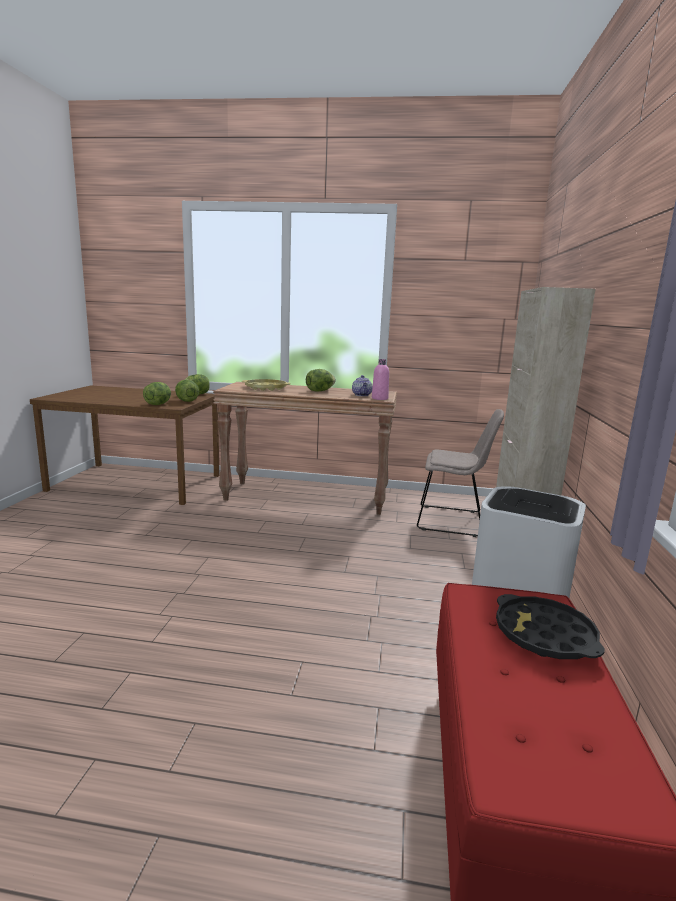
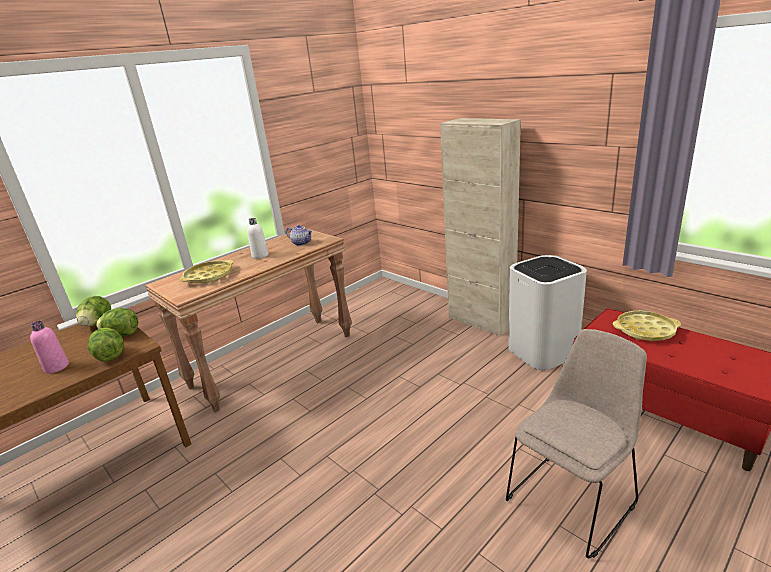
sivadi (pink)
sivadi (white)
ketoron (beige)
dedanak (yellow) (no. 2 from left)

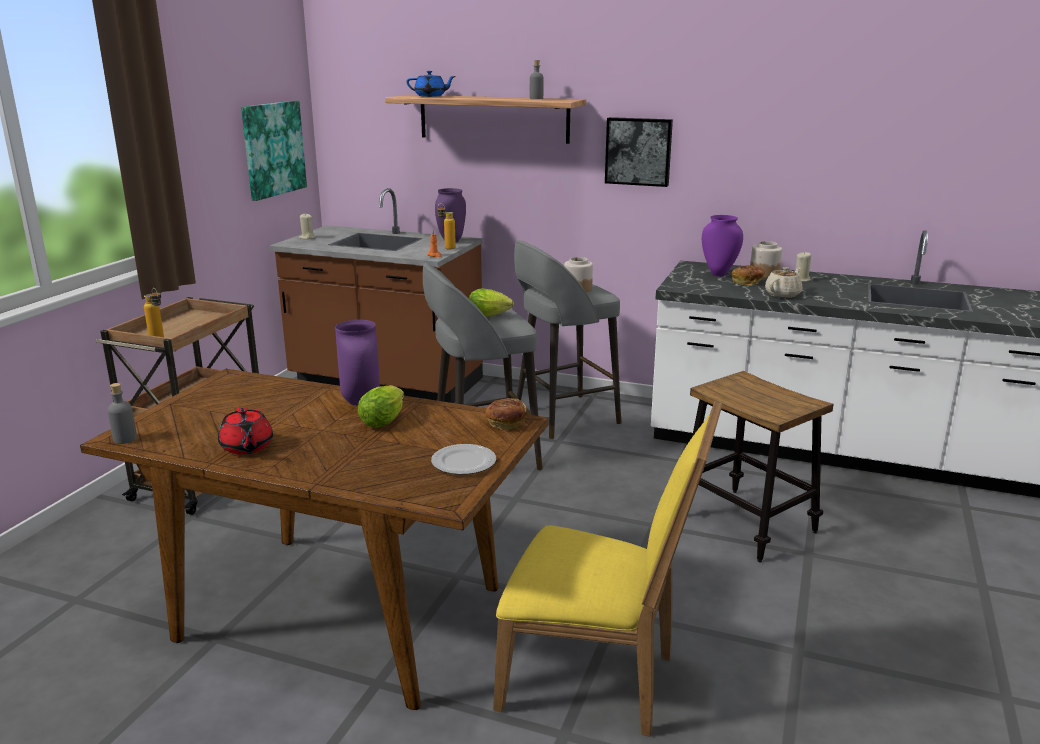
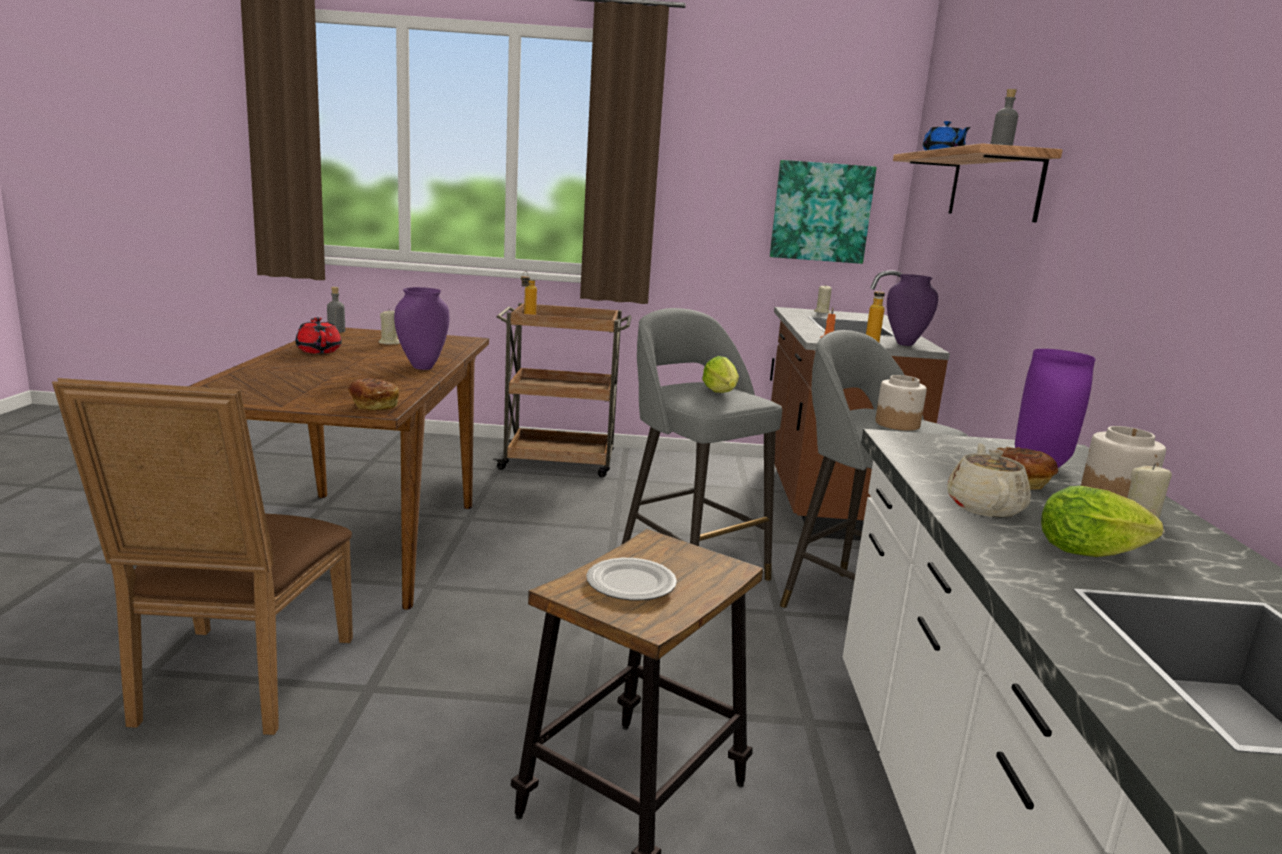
ketoron (brown)
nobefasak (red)
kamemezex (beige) (no. 1 from left)
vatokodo
nobefasak (beige)
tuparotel (no. 2 from left)
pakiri (no. 2 from left in the first image)

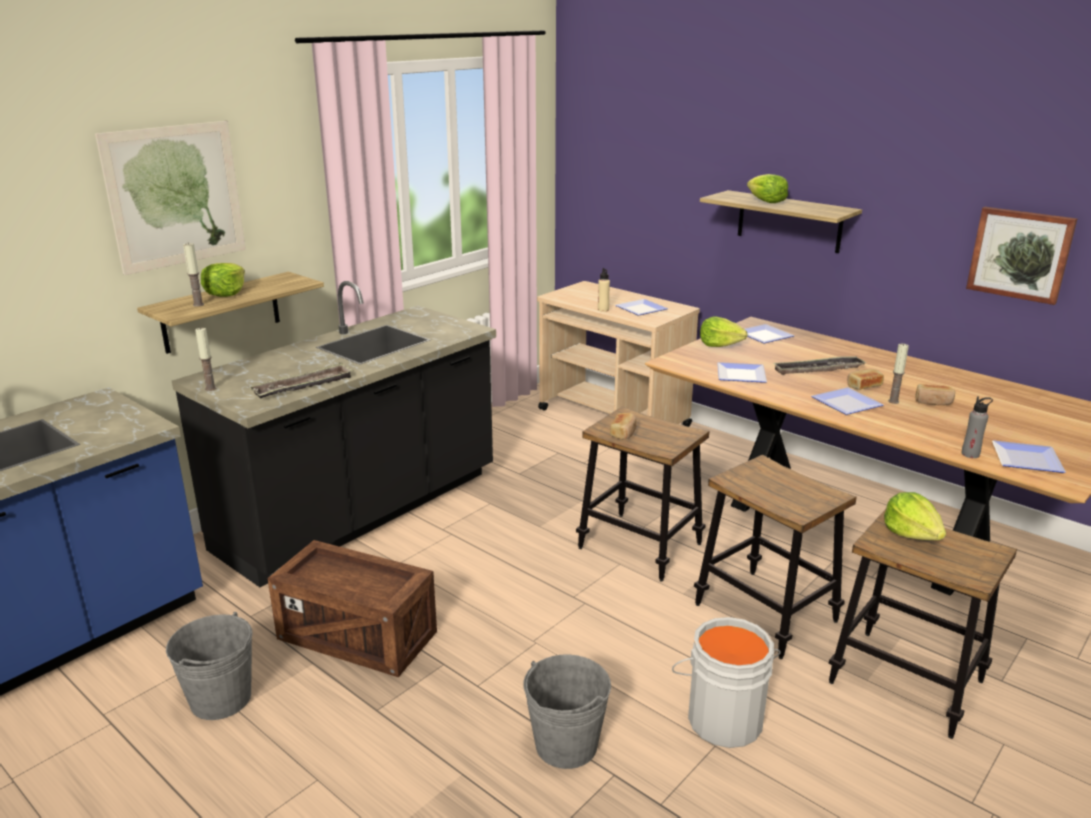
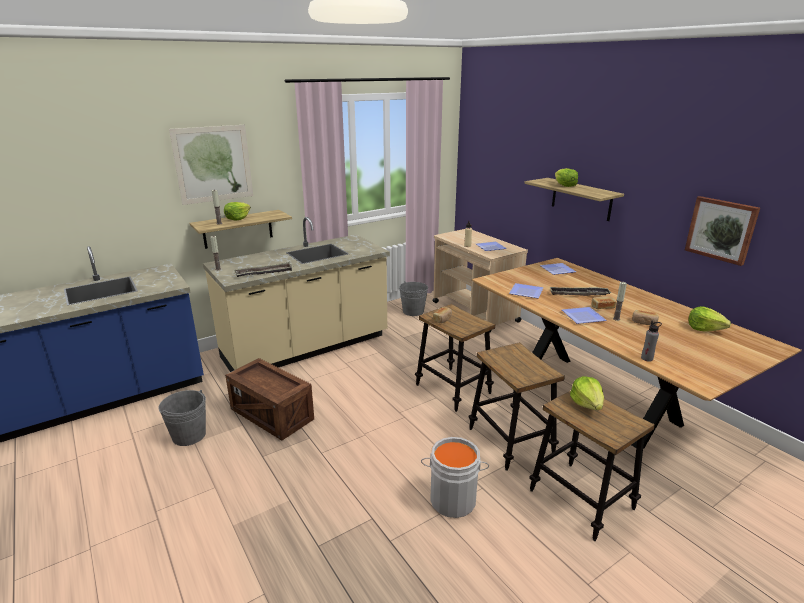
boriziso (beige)
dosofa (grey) (no. 2 from left)
tuparotel (no. 4 from left)
vatokodo (no. 5 from left in the first image)

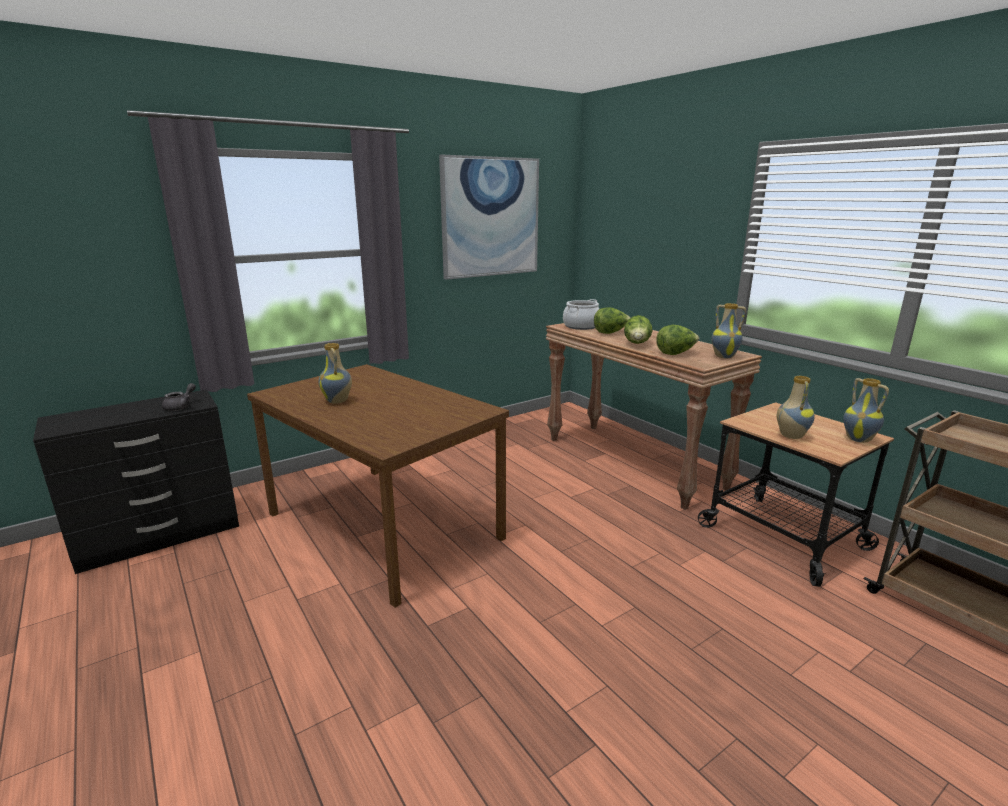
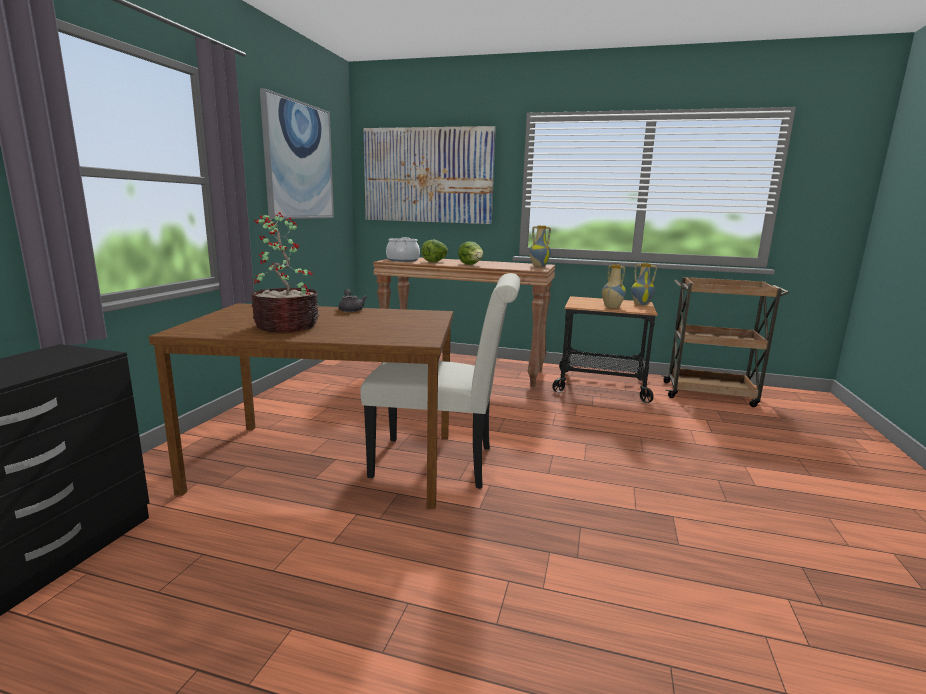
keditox
nobefasak (grey)
ketoron (white)
pakiri (no. 2 from left)
tuparotel (no. 3 from left in the first image)

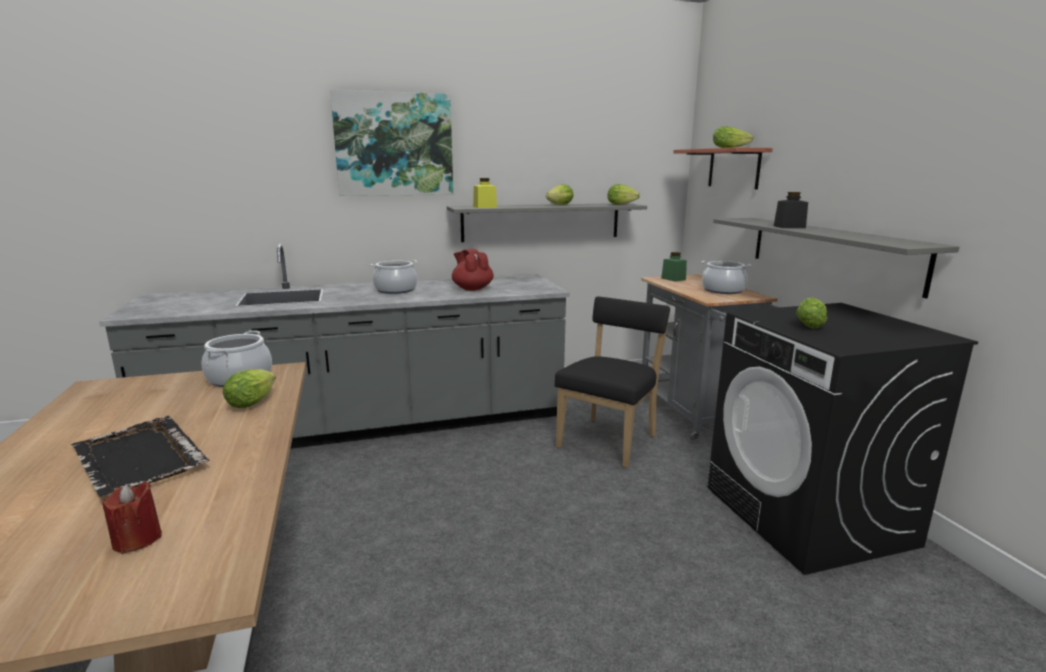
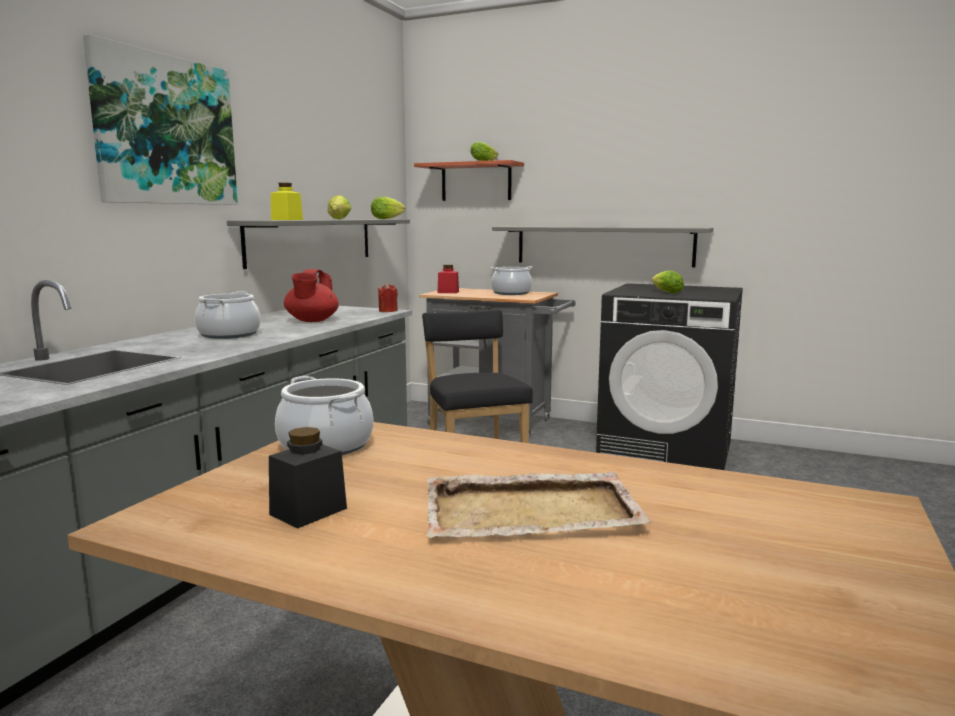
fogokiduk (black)
nobefasak (red)
kamemezex (red)
dedanak (beige)
fogokiduk (red)
tuparotel (no. 1 from left in the first image)

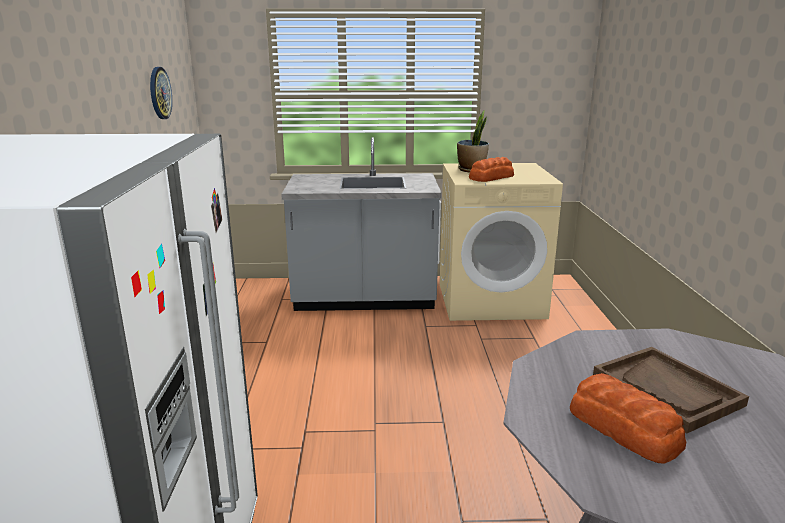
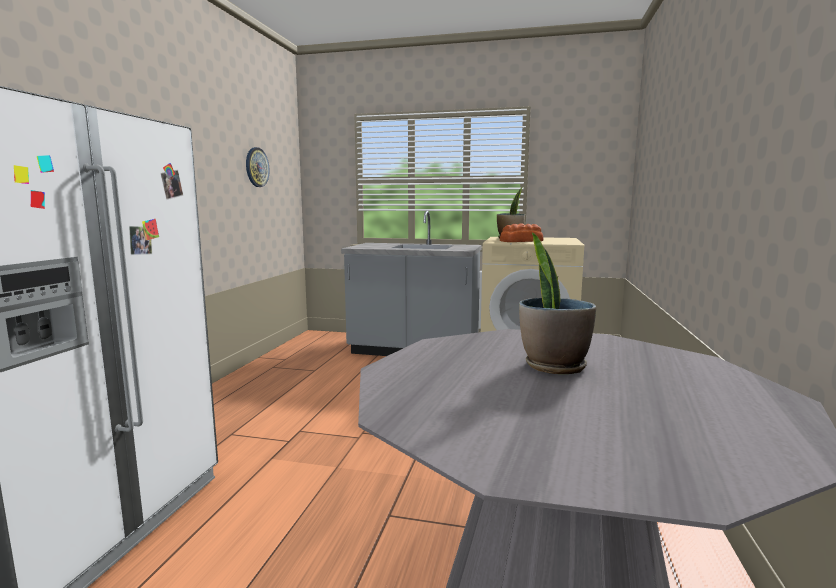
keditox (no. 2 from left)
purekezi (no. 2 from left in the first image)

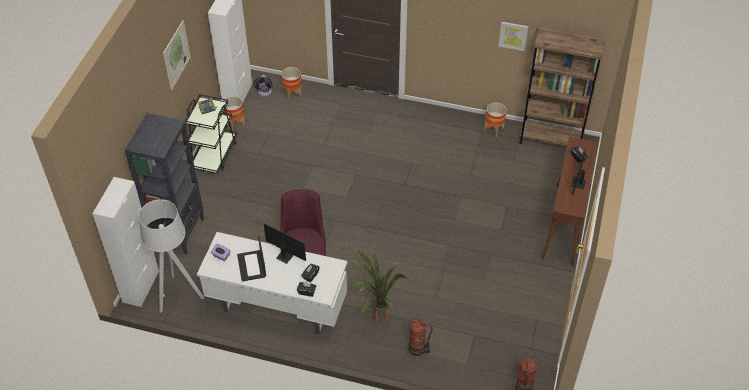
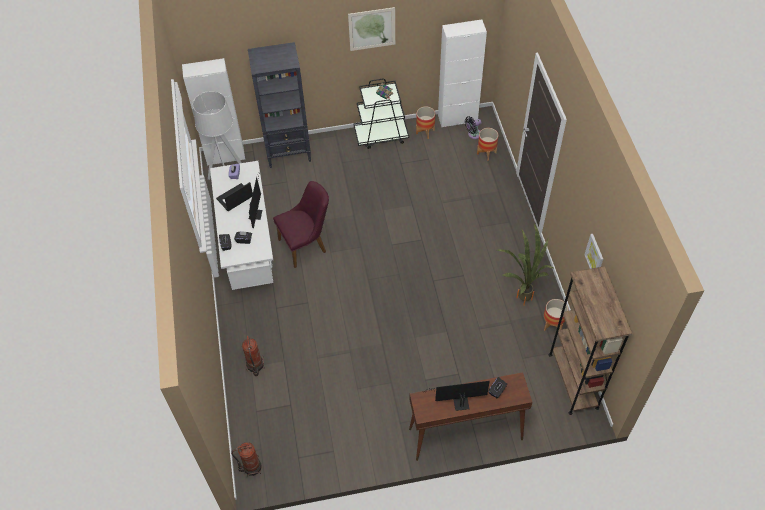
keditox

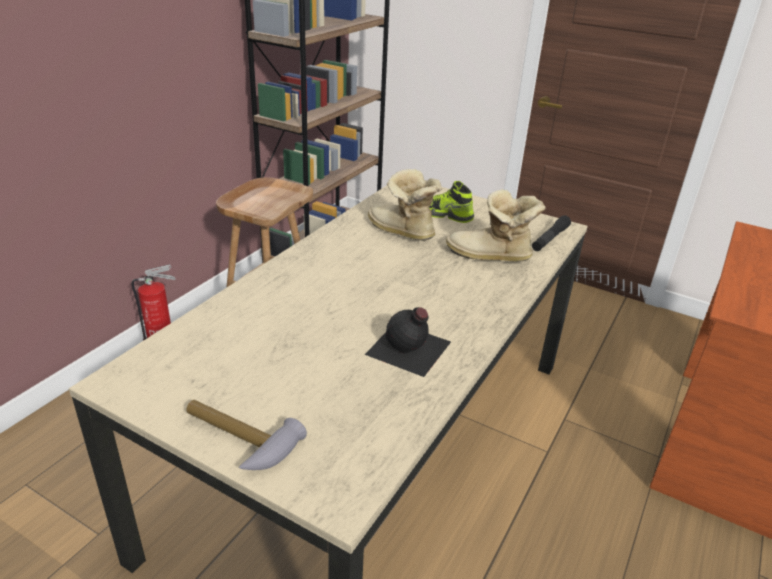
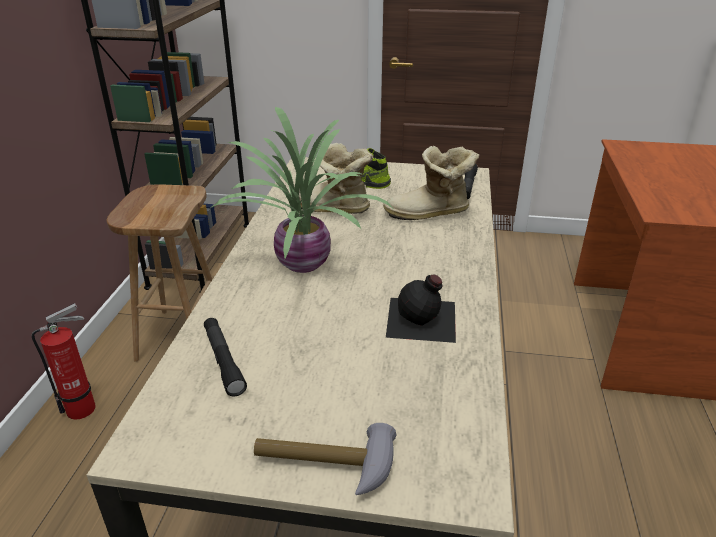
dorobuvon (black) (no. 1 from left)
keditox

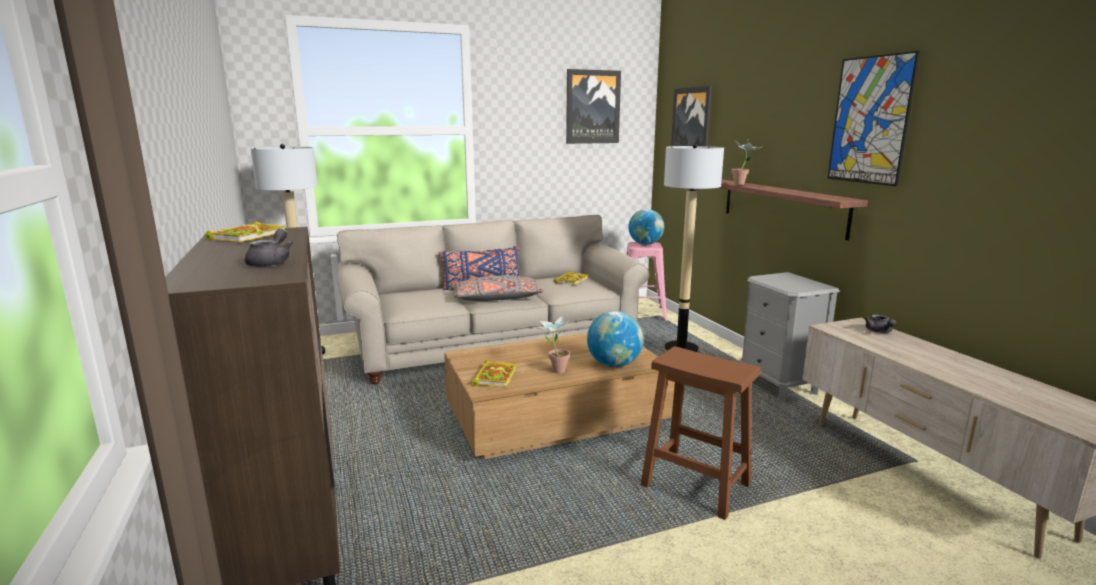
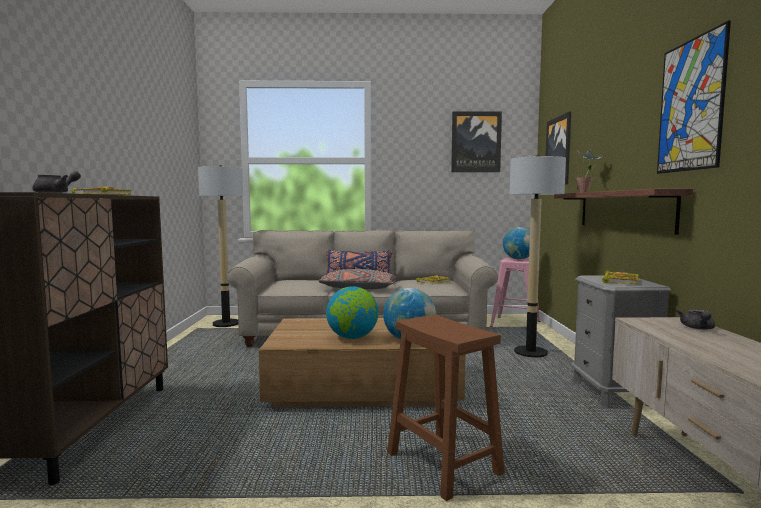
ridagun (no. 1 from left)
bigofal (no. 3 from left)

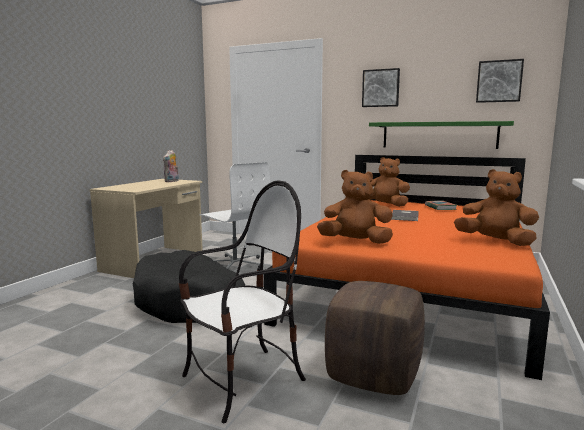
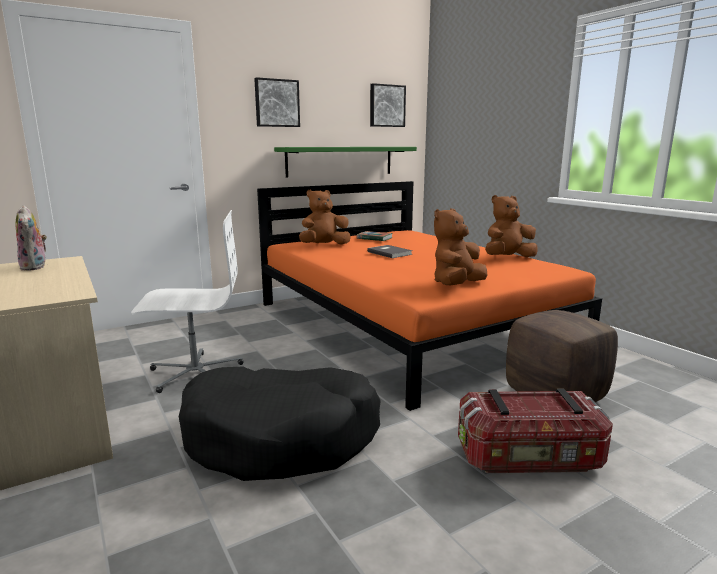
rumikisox

